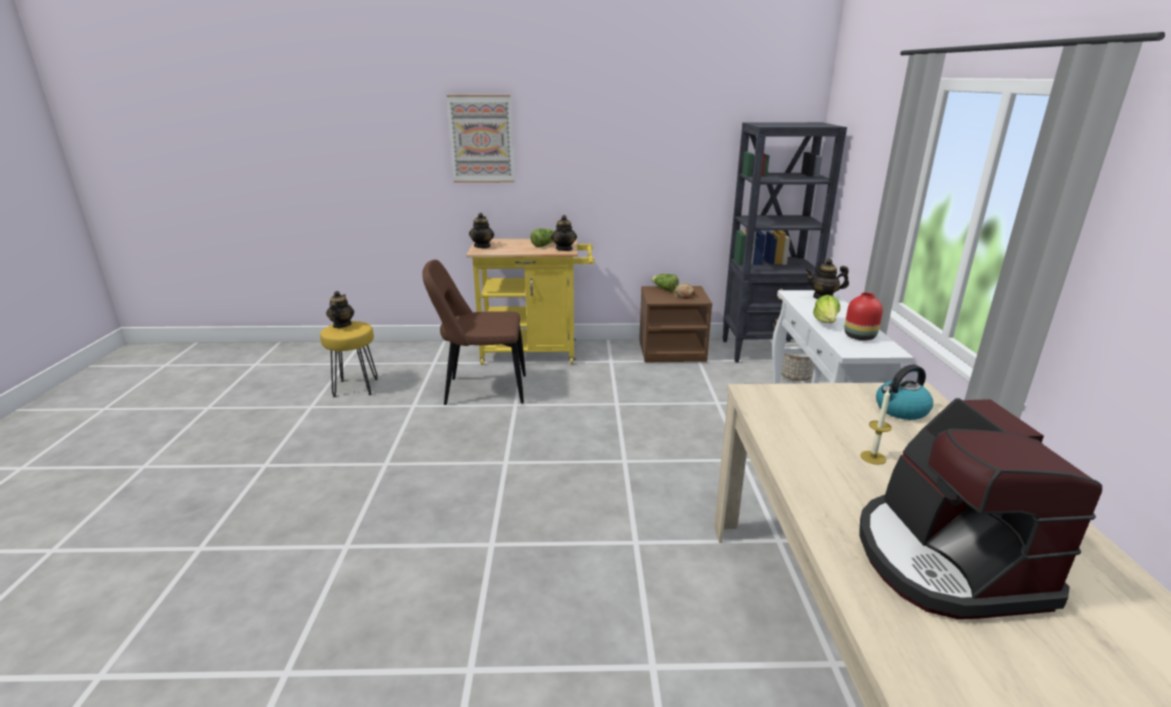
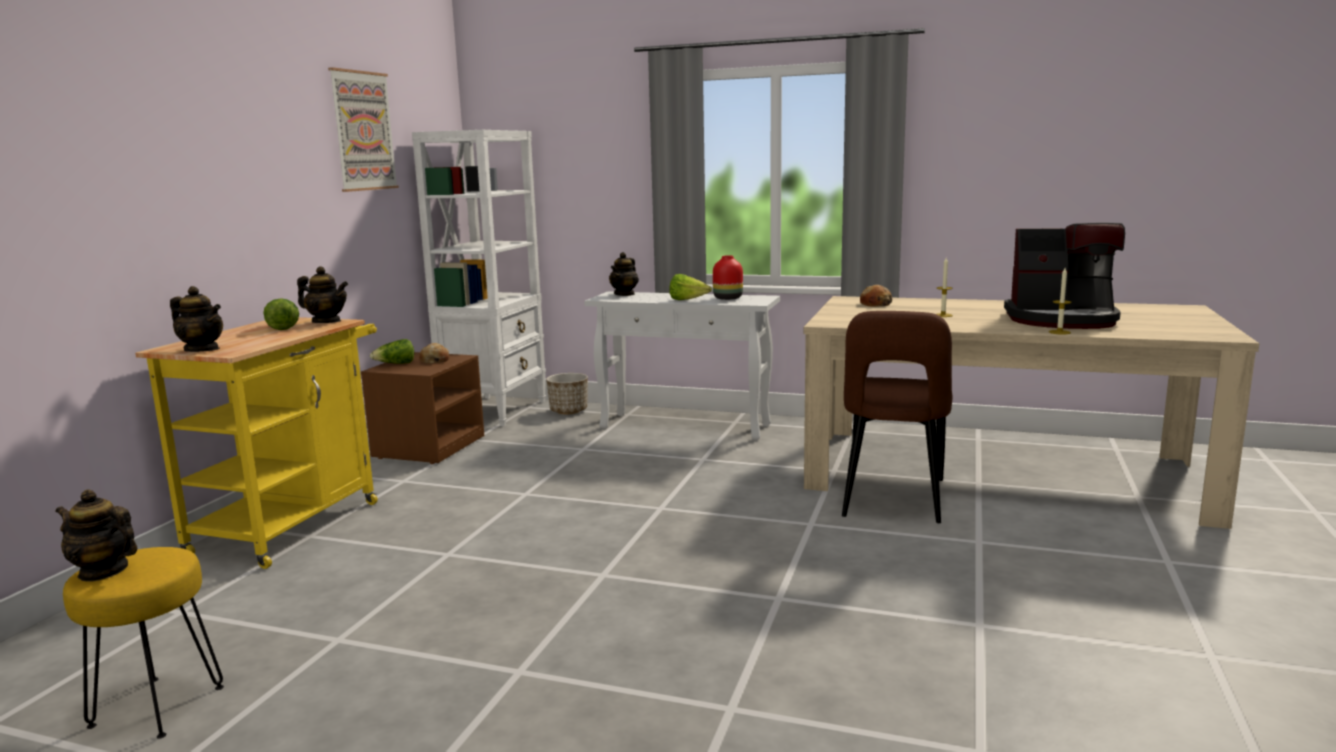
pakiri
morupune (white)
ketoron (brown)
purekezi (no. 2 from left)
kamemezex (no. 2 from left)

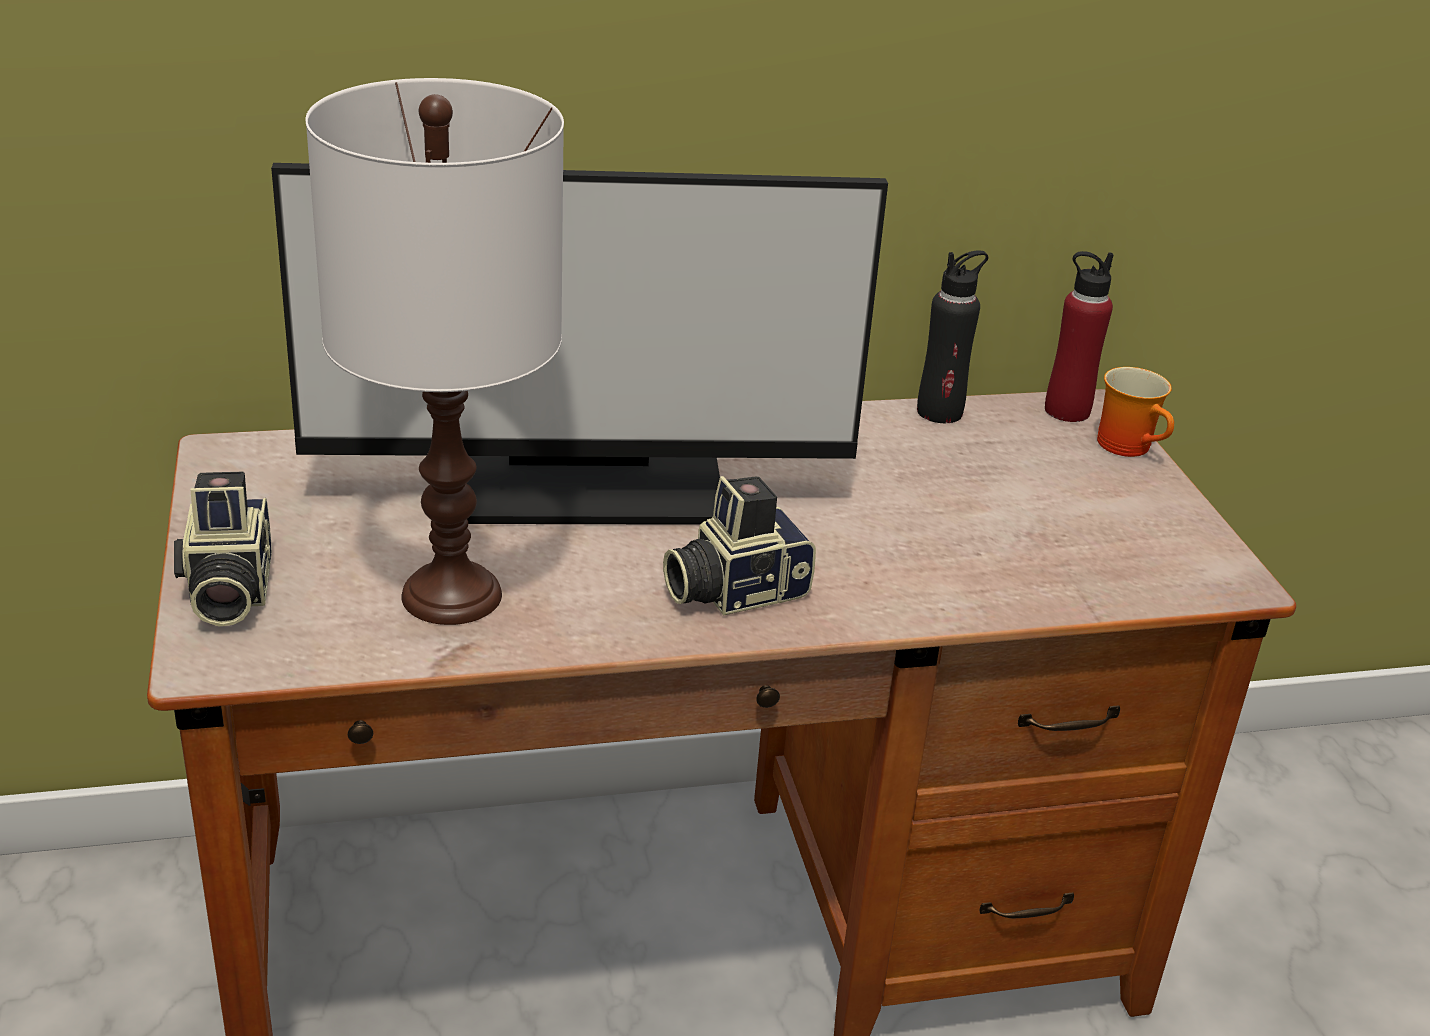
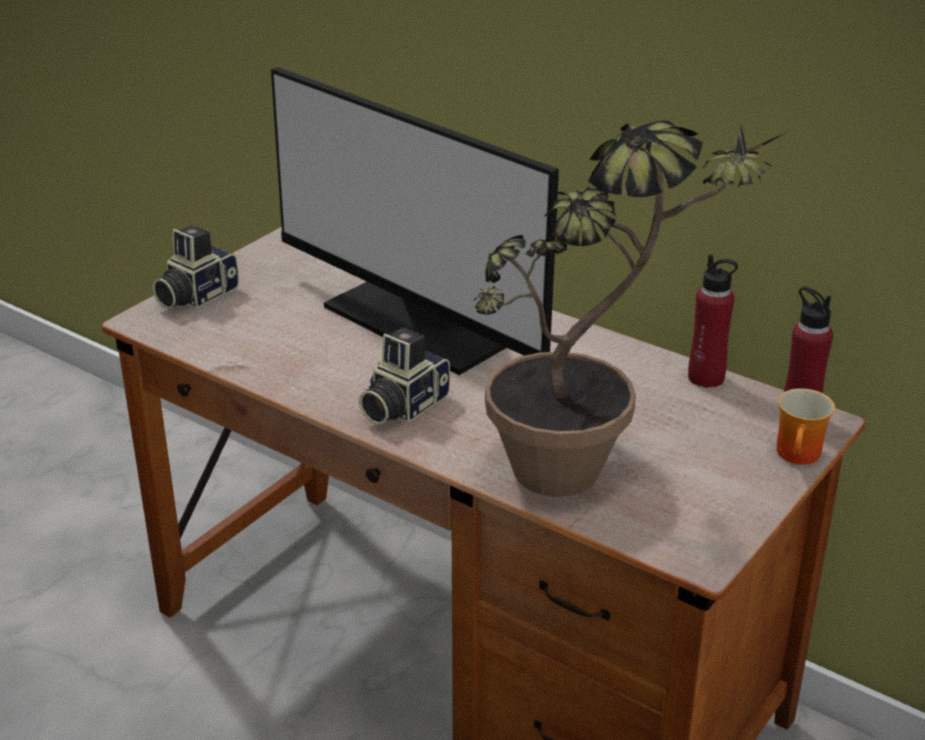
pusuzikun (no. 2 from left)
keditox
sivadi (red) (no. 1 from left)
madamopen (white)

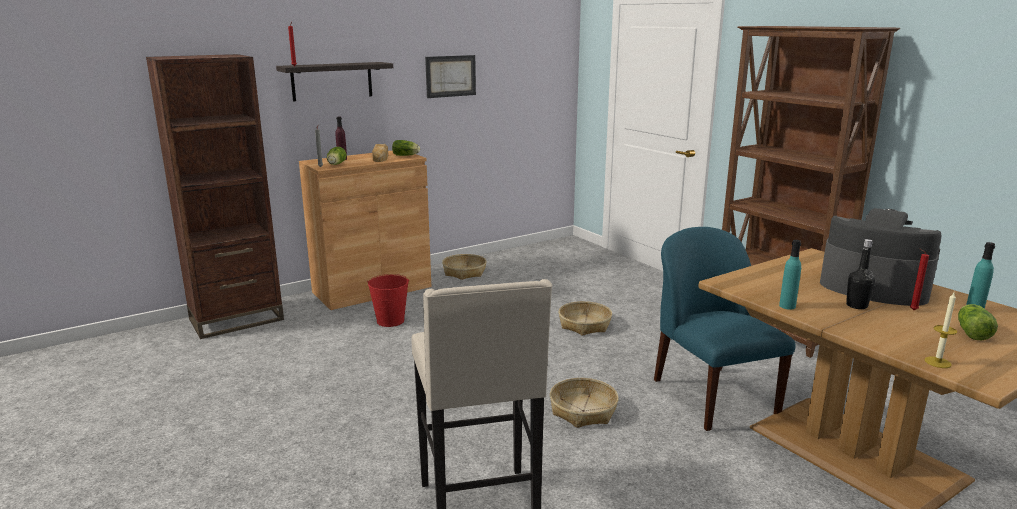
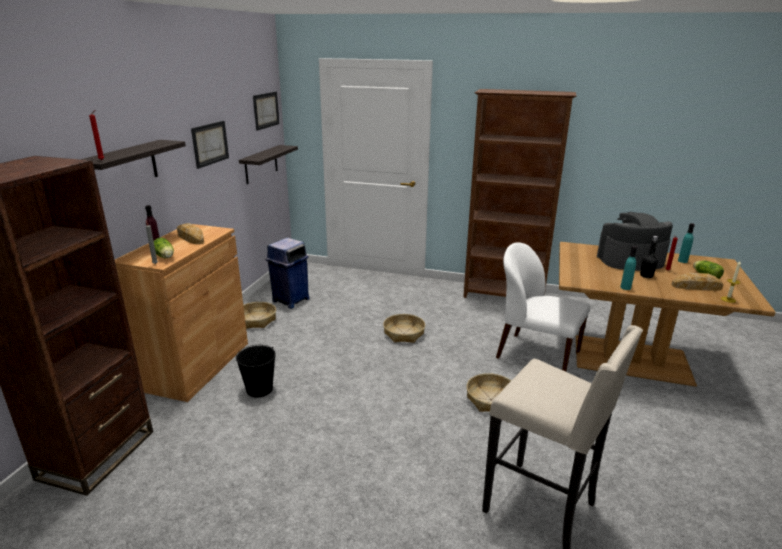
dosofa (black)
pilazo (no. 2 from left)
pakiri (no. 2 from left)
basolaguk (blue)
ketoron (white)
purekezi (no. 2 from left)
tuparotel (no. 2 from left in the first image)

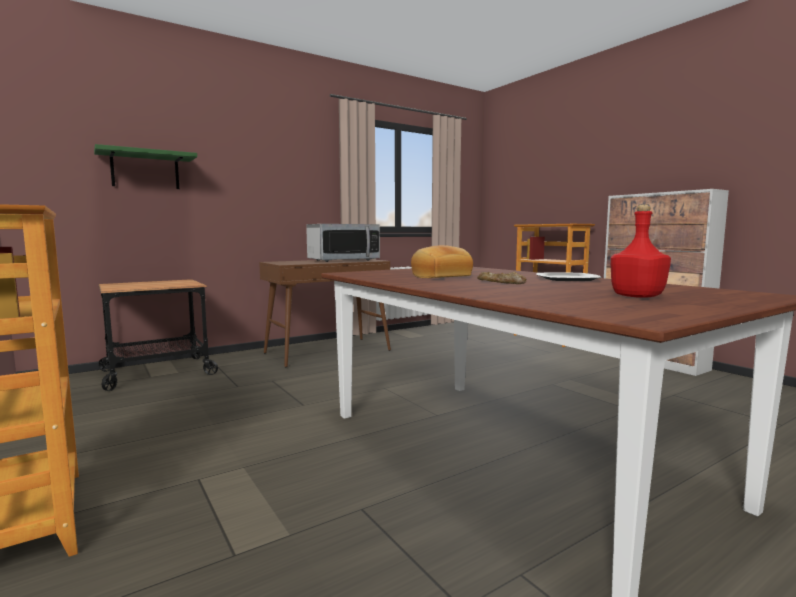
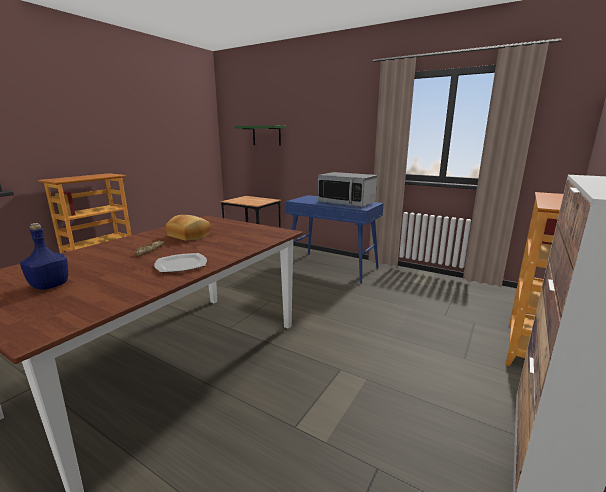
sivadi (blue)
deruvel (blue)

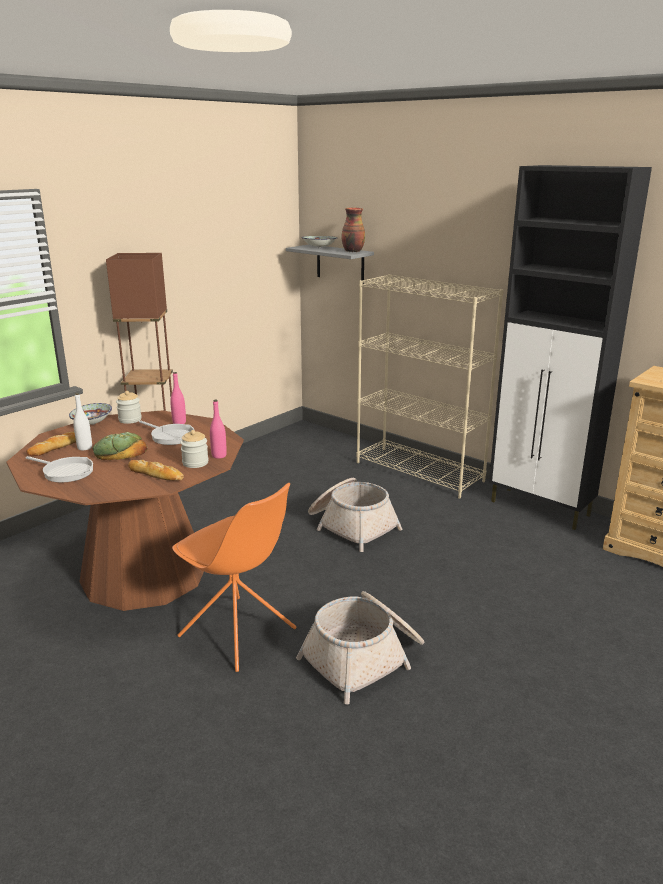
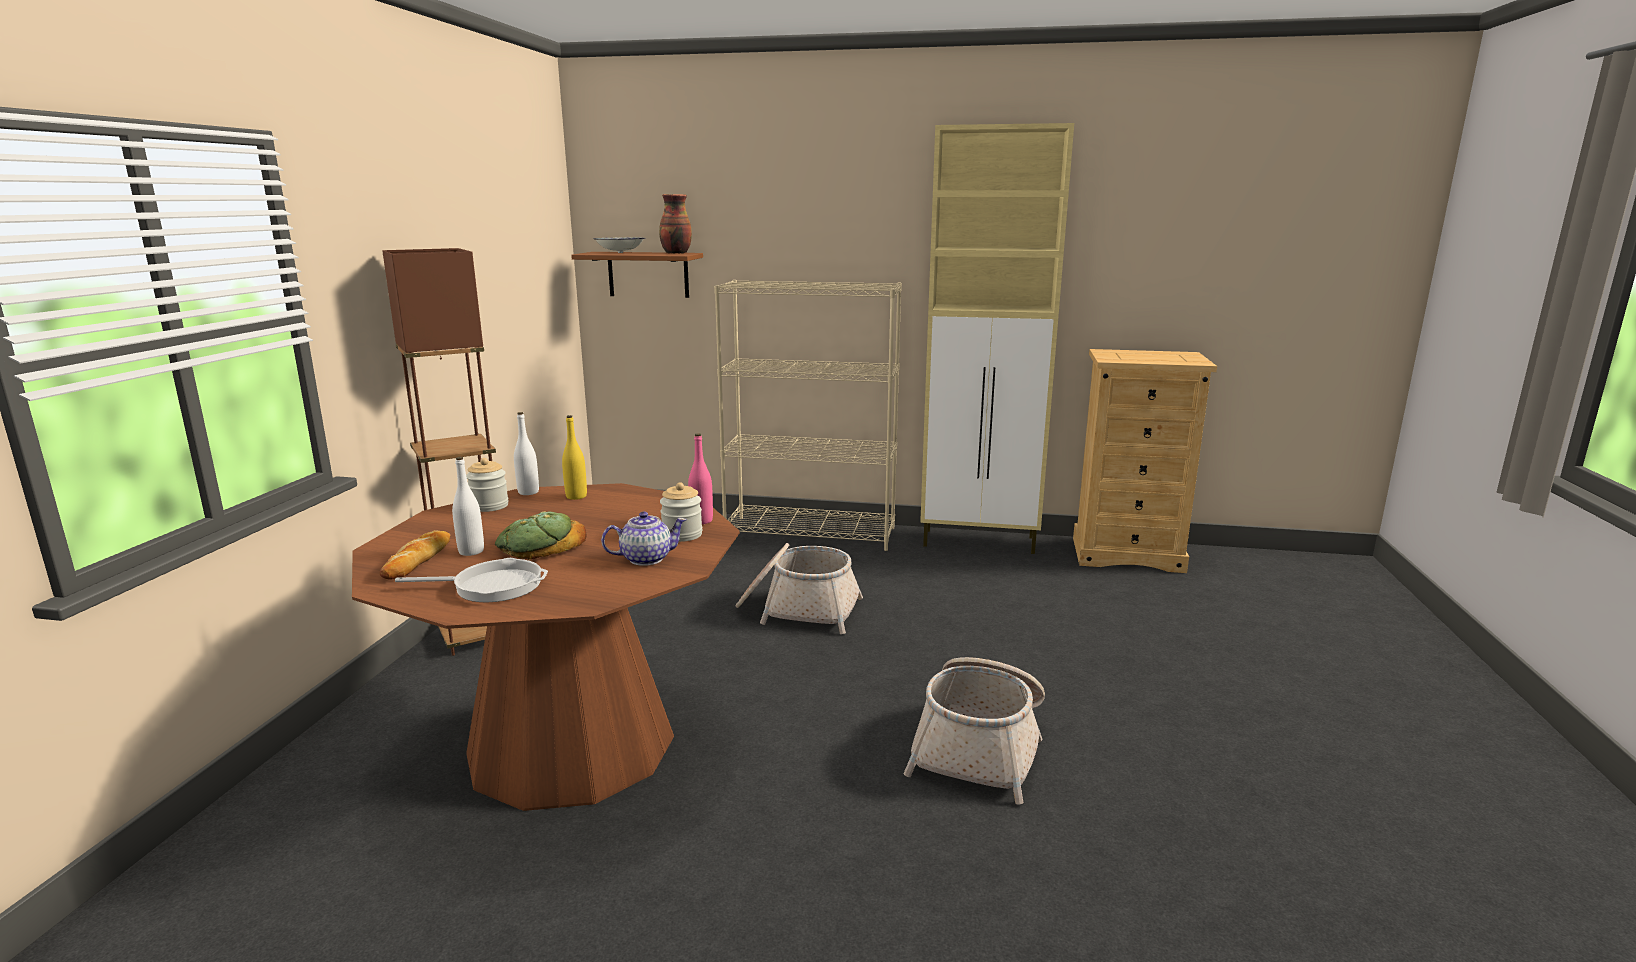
sivadi (white) (no. 2 from left)
sivadi (yellow)
pilazo (brown)
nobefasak
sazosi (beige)
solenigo (no. 1 from left in the first image)
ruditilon (no. 2 from left in the first image)
ketoron (orange)

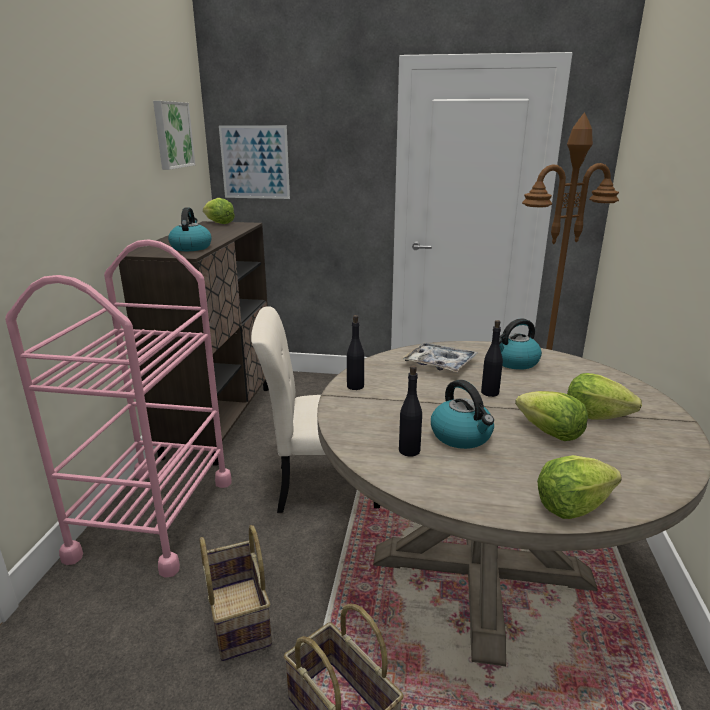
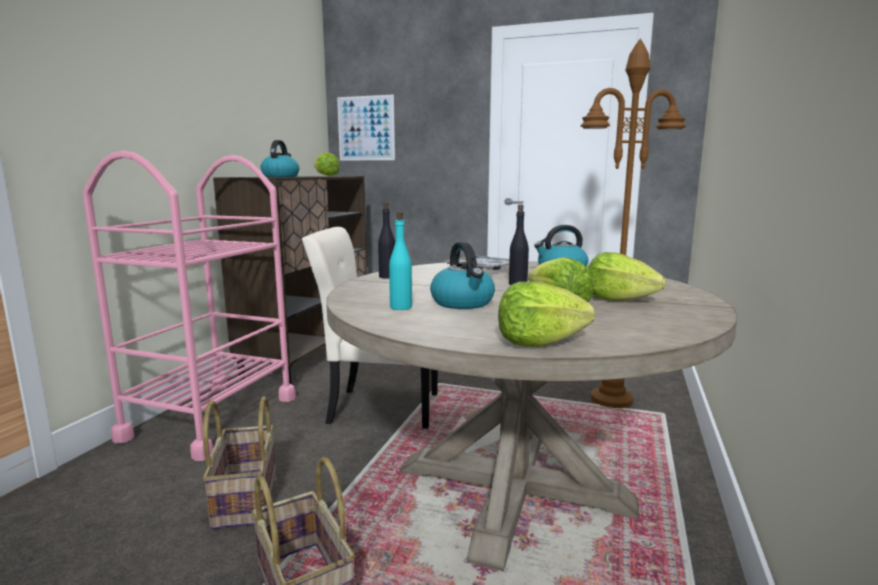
sivadi (turquoise)
pakiri (no. 1 from left in the first image)

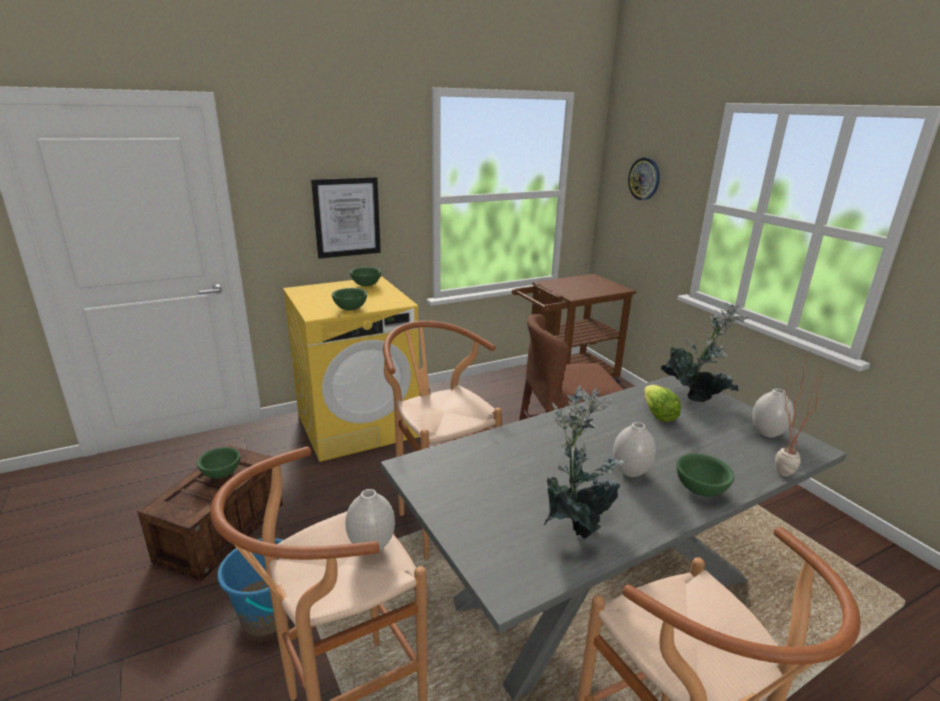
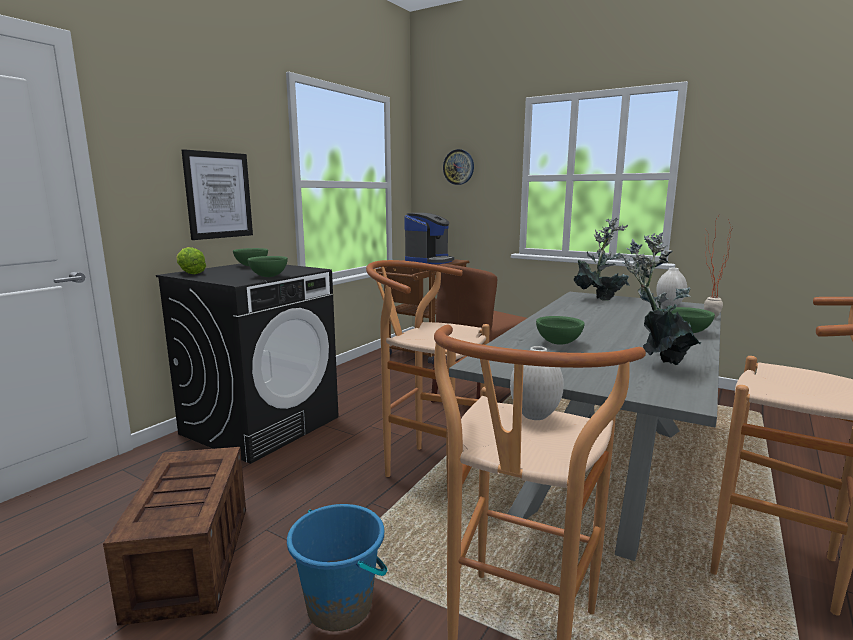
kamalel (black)
tuparotel
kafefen
solenigo (green) (no. 3 from left)
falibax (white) (no. 2 from left in the first image)

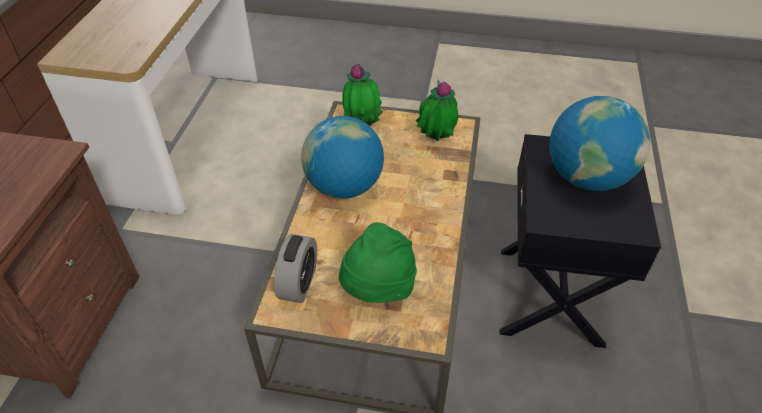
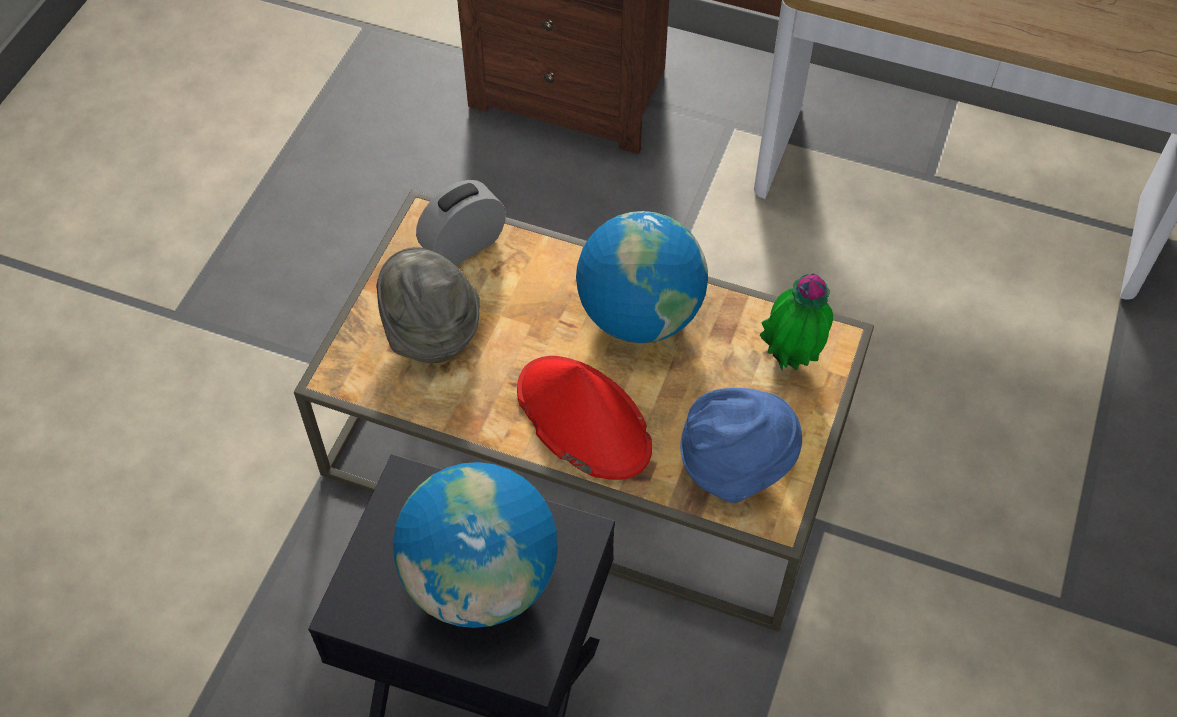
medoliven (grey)
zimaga
medoliven (red)
medoliven (blue)

